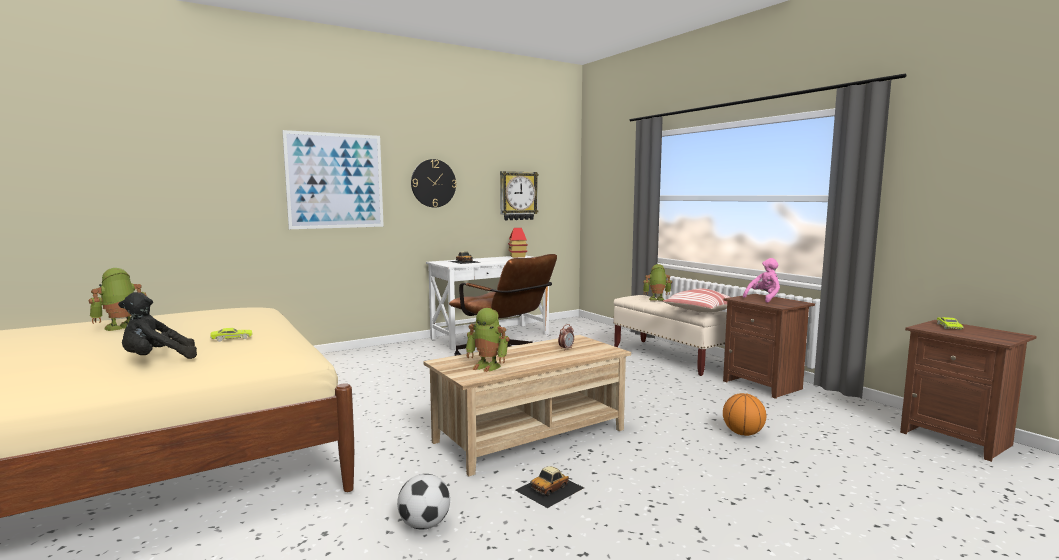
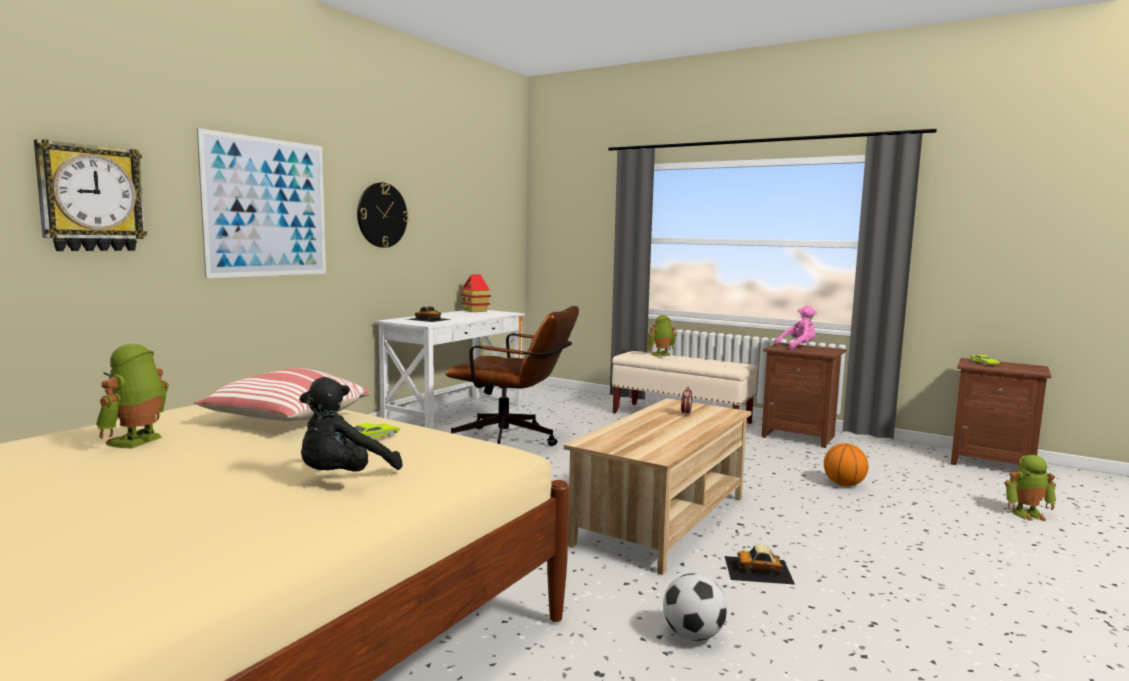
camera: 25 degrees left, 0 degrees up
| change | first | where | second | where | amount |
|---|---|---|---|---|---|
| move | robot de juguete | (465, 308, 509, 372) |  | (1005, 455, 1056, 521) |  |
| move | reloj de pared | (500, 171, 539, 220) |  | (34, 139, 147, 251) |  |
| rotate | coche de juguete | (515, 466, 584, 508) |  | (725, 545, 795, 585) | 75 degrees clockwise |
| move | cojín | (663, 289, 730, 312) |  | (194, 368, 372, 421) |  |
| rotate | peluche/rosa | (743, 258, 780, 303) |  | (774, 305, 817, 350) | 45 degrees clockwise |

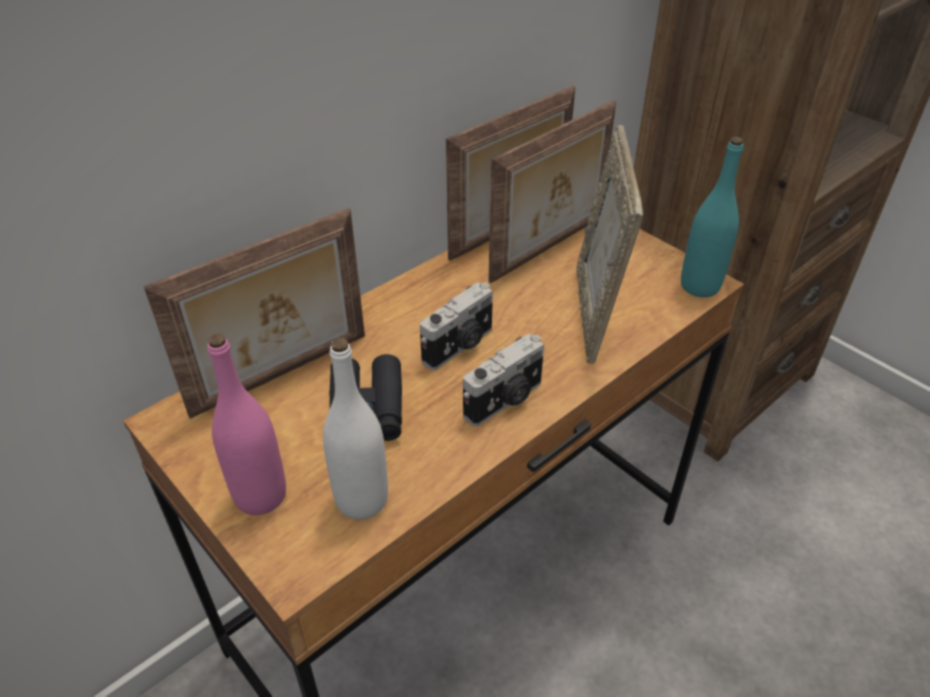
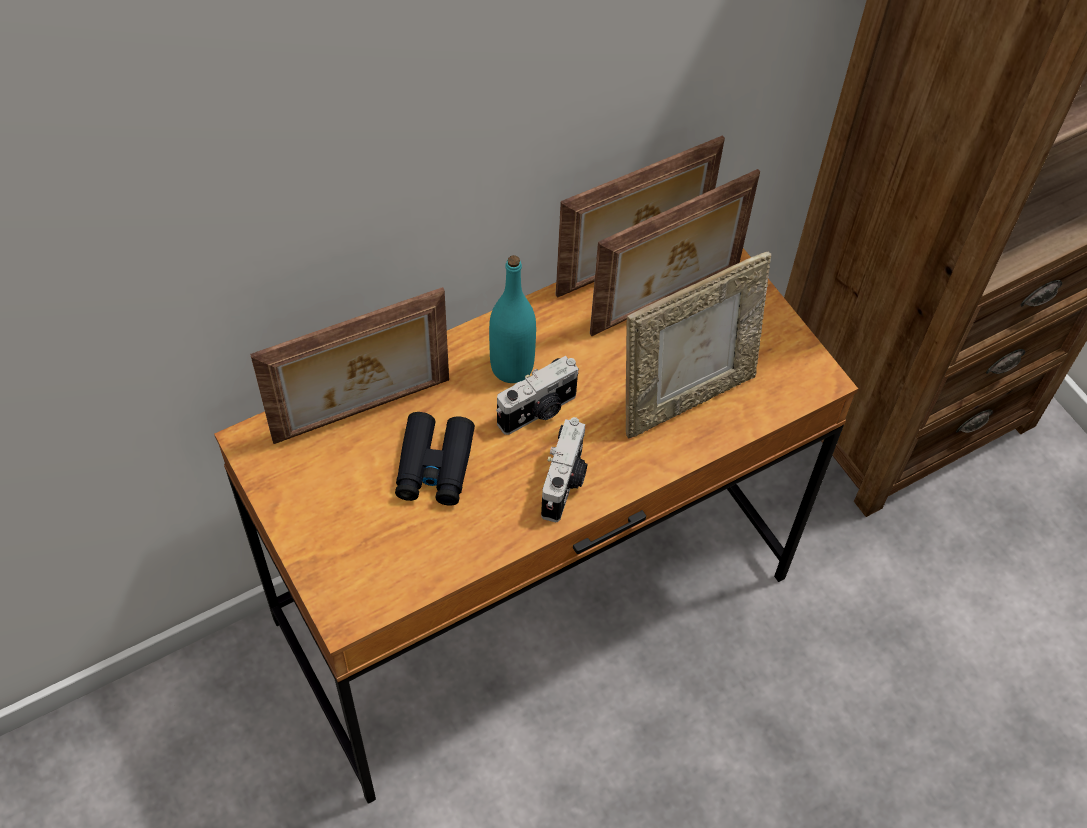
camera: 10 degrees right, 15 degrees up
| change | first | where | second | where | amount |
|---|---|---|---|---|---|
| delete | botella/rosa | (208, 333, 286, 515) |  |  |  |
| delete | botella/blanco | (323, 338, 388, 520) |  |  |  |
| rotate | cámara | (463, 334, 544, 427) |  | (541, 417, 587, 522) | 45 degrees counterclockwise |
| rotate | portarretratos | (576, 125, 643, 364) |  | (626, 252, 771, 439) | 135 degrees counterclockwise |
| move | botella/turquesa | (681, 137, 743, 297) |  | (489, 255, 536, 383) |  |

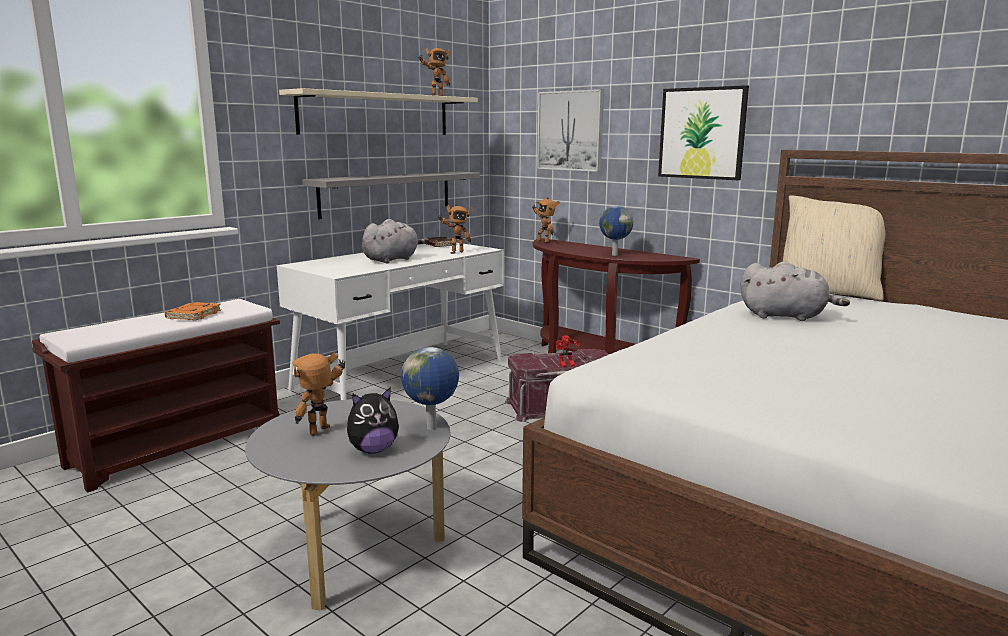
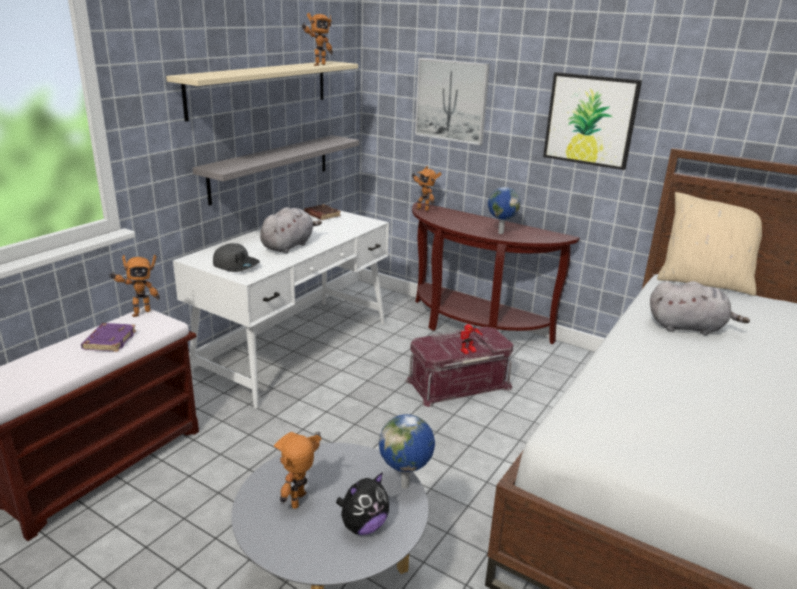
camera: 10 degrees left, 10 degrees up
| change | first | where | second | where | amount |
|---|---|---|---|---|---|
| recolor | libro/naranja | (165, 302, 221, 321) | libro/morado | (81, 323, 136, 352) |  |
| move | robot de juguete | (438, 205, 471, 254) |  | (108, 255, 160, 317) |  |
| insert |  |  | gorra/gris | (213, 243, 260, 272) |  |

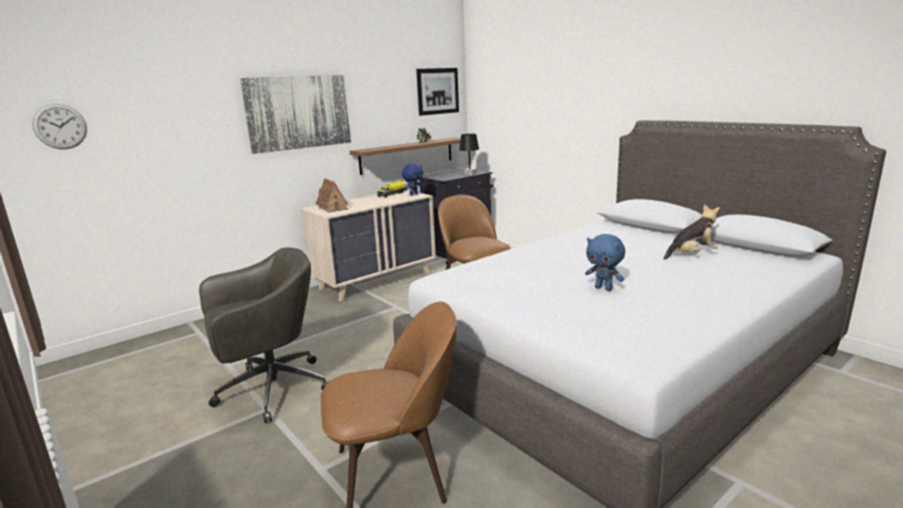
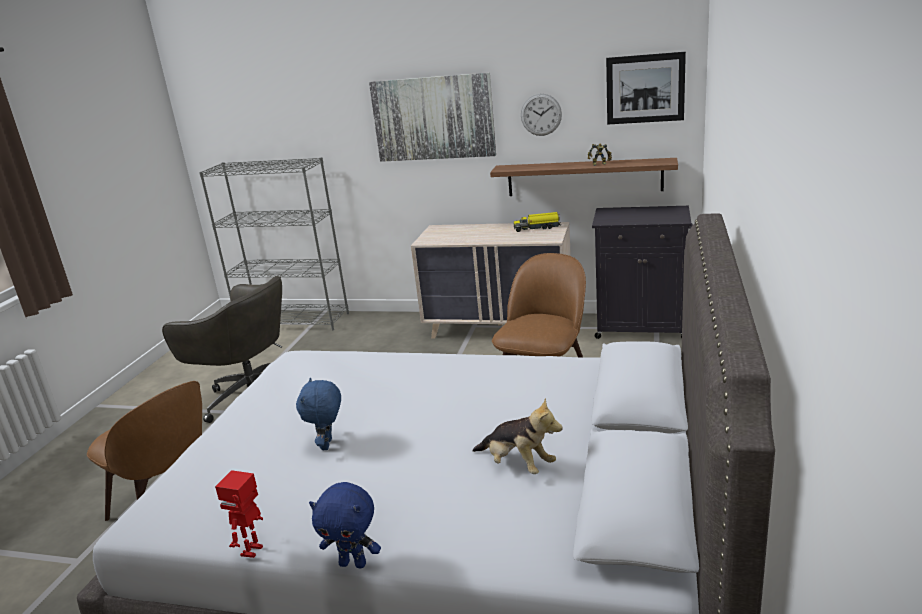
camera: 55 degrees right, 5 degrees up
| change | first | where | second | where | amount |
|---|---|---|---|---|---|
| move | reloj de pared | (32, 104, 87, 149) |  | (521, 94, 562, 136) |  |
| delete | casita | (316, 178, 349, 213) |  |  |  |
| move | peluche/azul | (402, 163, 423, 196) |  | (309, 482, 381, 568) |  |
| delete | lámpara de mesa/negro | (459, 134, 479, 175) |  |  |  |
| insert |  |  | estantería/gris | (199, 157, 349, 331) |  |
| insert |  |  | robot de juguete | (215, 470, 263, 558) |  |

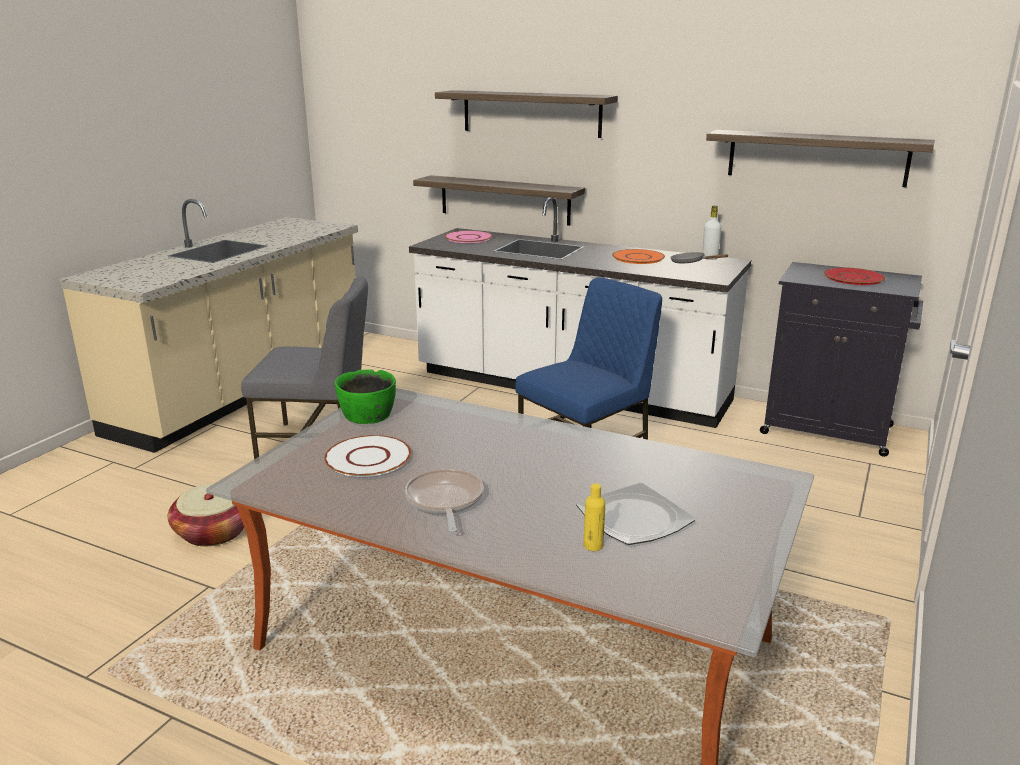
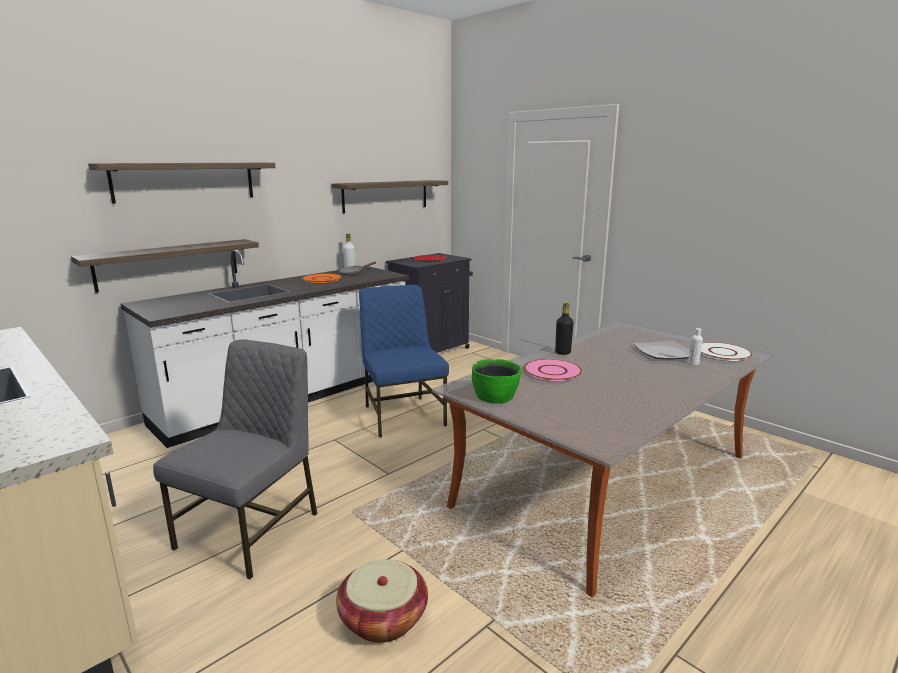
camera: 70 degrees left, 5 degrees down
| change | first | where | second | where | amount |
|---|---|---|---|---|---|
| move | plato/blanco | (324, 435, 411, 477) |  | (701, 342, 752, 361) |  |
| delete | sartén | (405, 469, 484, 533) |  |  |  |
| move | plato/rosa | (445, 231, 492, 243) |  | (524, 359, 582, 381) |  |
| recolor | botella/amarillo | (584, 483, 605, 551) | botella/blanco | (688, 328, 703, 366) |  |
| insert |  |  | botella/negro | (555, 302, 573, 355) |  |

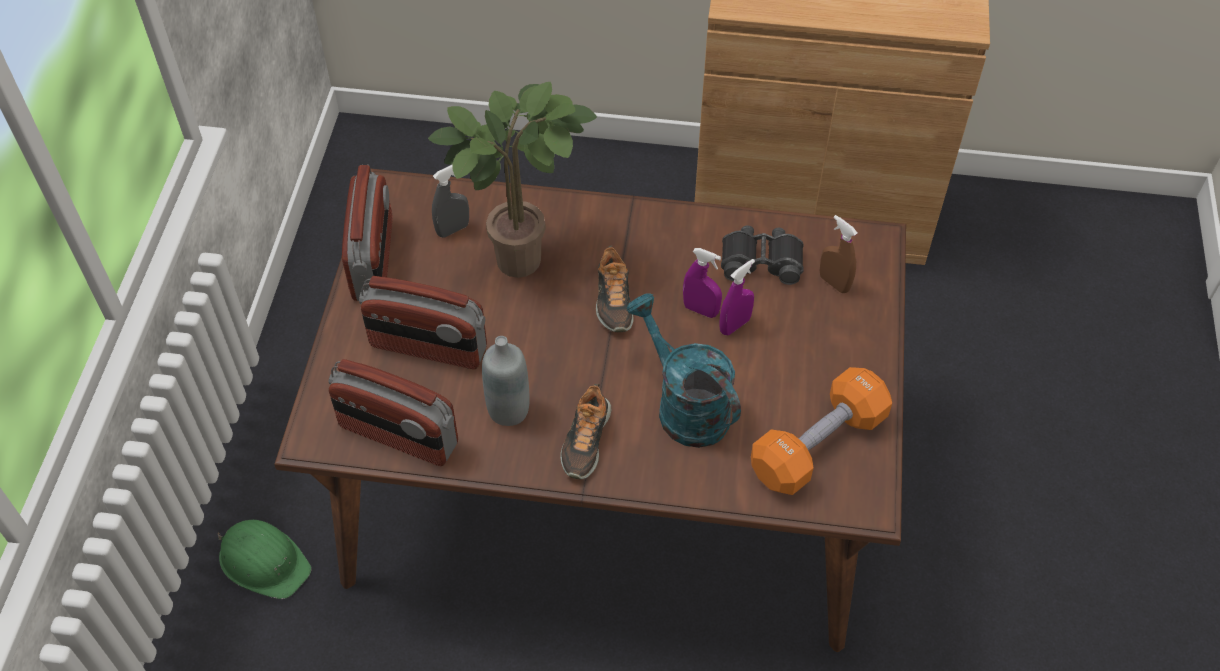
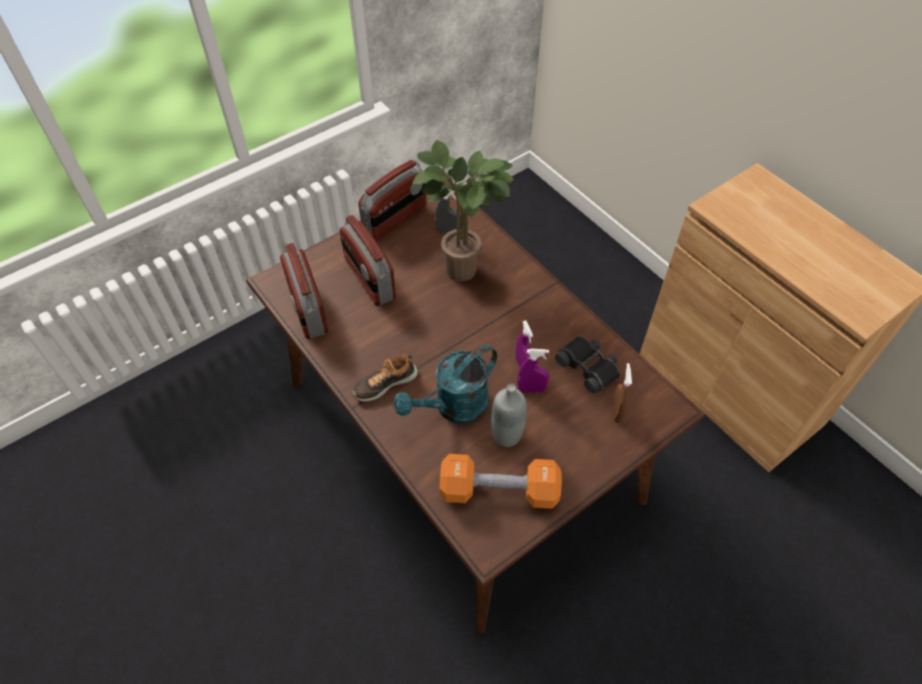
camera: 45 degrees right, 0 degrees up
| change | first | where | second | where | amount |
|---|---|---|---|---|---|
| delete | casco/verde | (218, 520, 312, 599) |  |  |  |
| move | botella/gris | (482, 336, 530, 426) |  | (491, 384, 527, 447) |  |
| delete | zapato | (596, 245, 634, 332) |  |  |  |
| rotate | regadera/turquesa | (626, 293, 741, 448) |  | (394, 345, 497, 424) | 135 degrees counterclockwise |

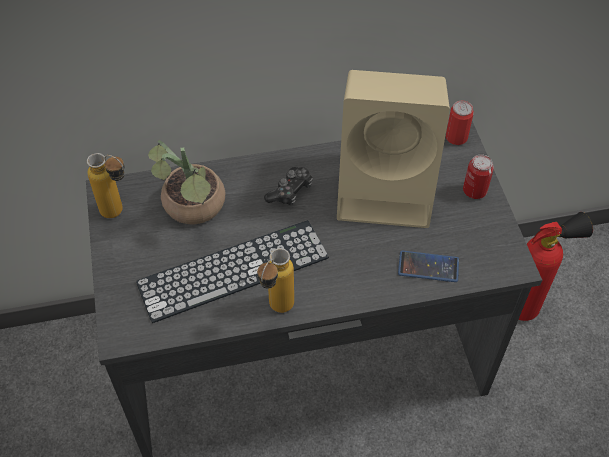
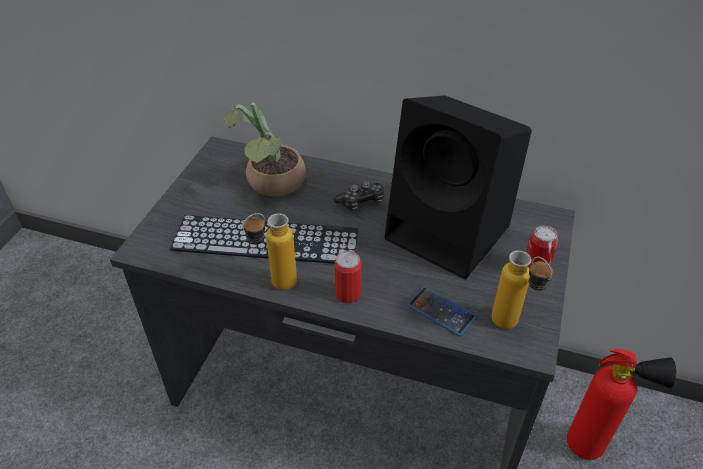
camera: 30 degrees right, 10 degrees down
| change | first | where | second | where | amount |
|---|---|---|---|---|---|
| move | botella | (87, 153, 125, 218) |  | (491, 250, 553, 329) |  |
| recolor | altavoz/beis | (337, 70, 450, 228) | altavoz/negro | (384, 95, 532, 279) |  |
| move | lata | (446, 101, 474, 145) |  | (334, 251, 362, 303) |  |

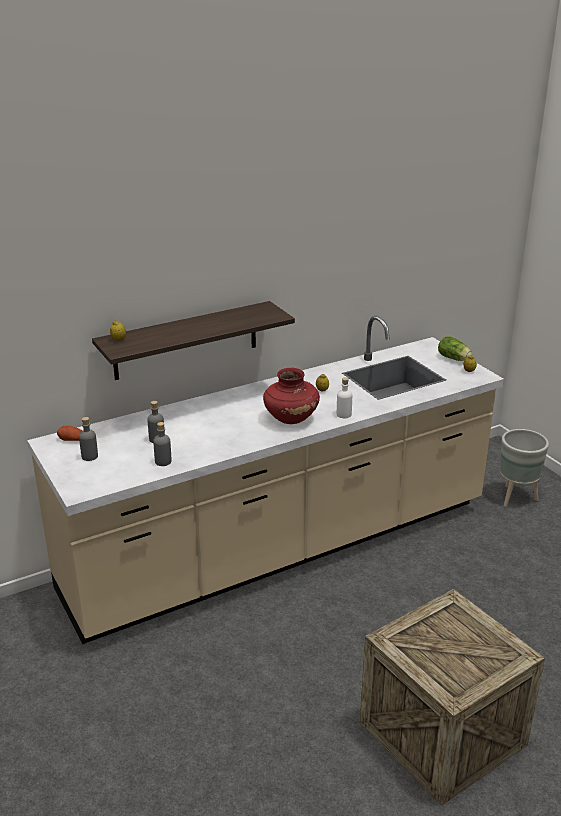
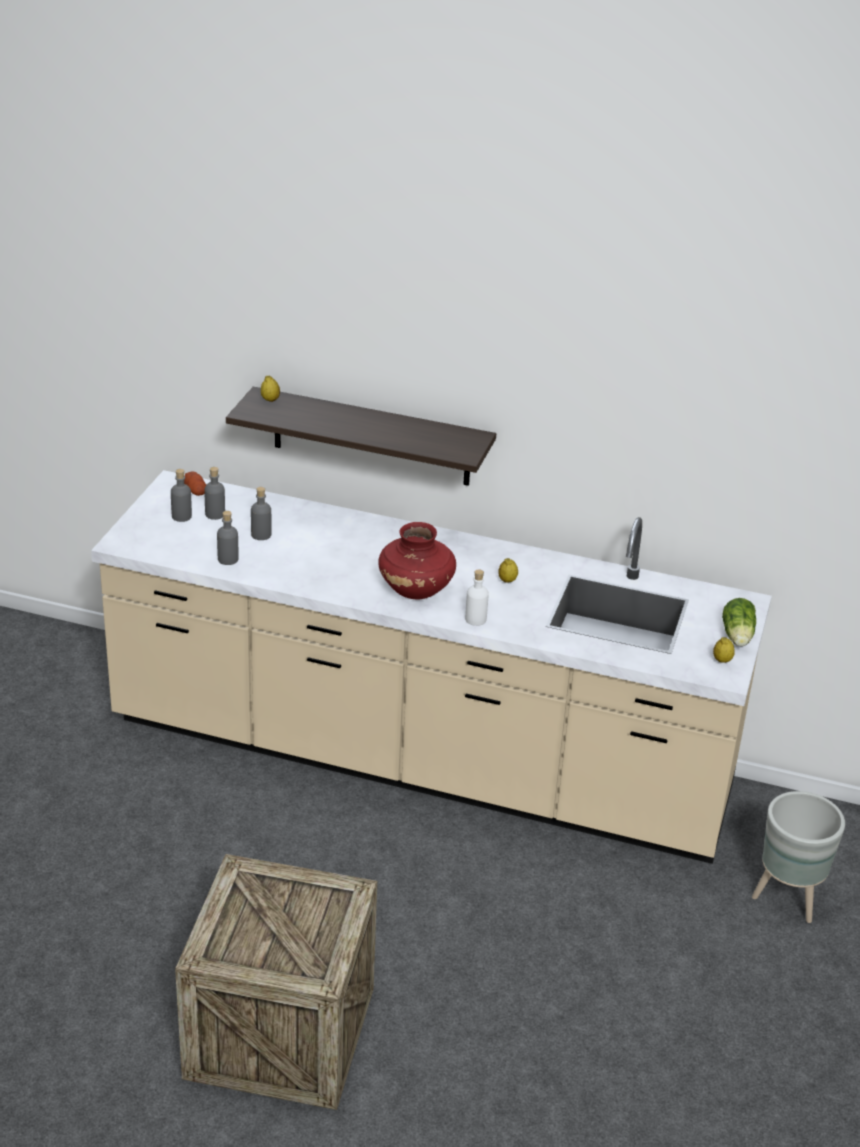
camera: 45 degrees right, 5 degrees up
| change | first | where | second | where | amount |
|---|---|---|---|---|---|
| insert |  |  | botella/gris | (204, 467, 225, 520) |  |

